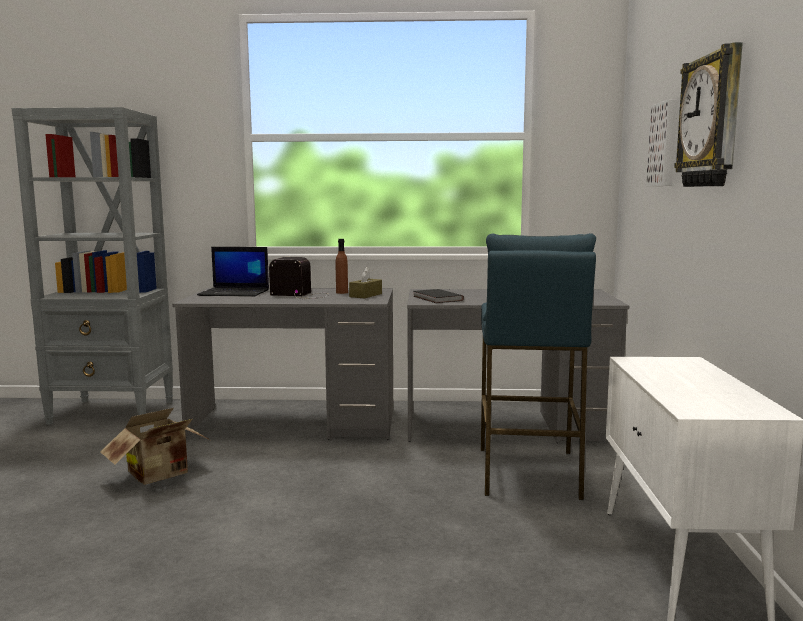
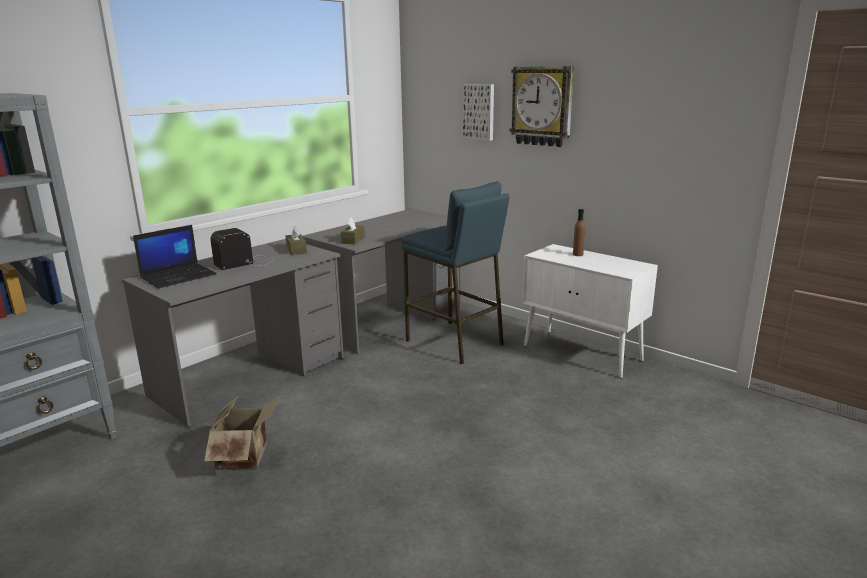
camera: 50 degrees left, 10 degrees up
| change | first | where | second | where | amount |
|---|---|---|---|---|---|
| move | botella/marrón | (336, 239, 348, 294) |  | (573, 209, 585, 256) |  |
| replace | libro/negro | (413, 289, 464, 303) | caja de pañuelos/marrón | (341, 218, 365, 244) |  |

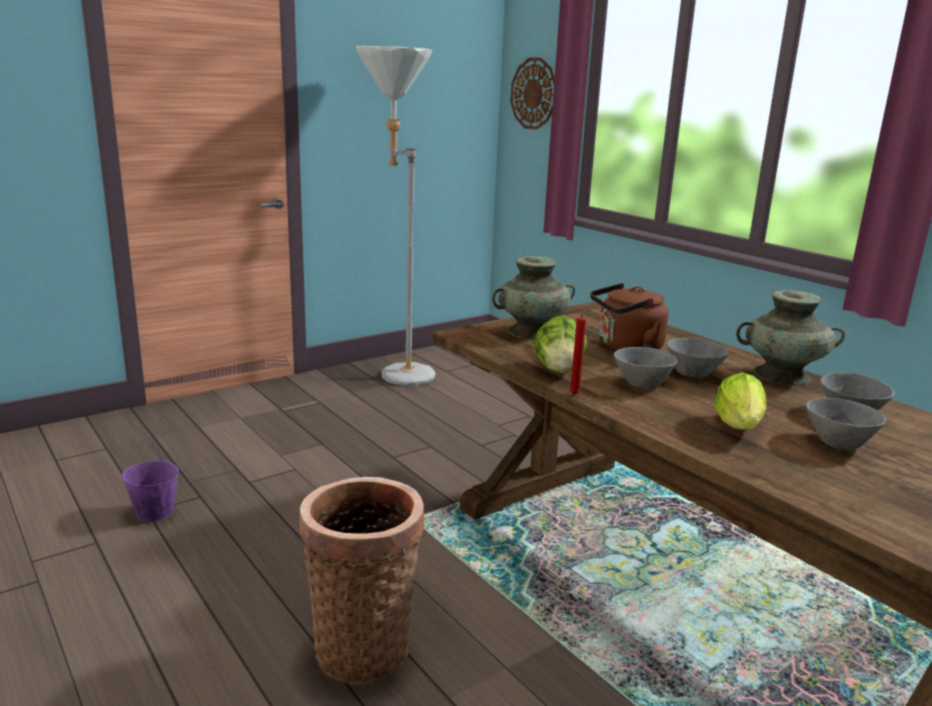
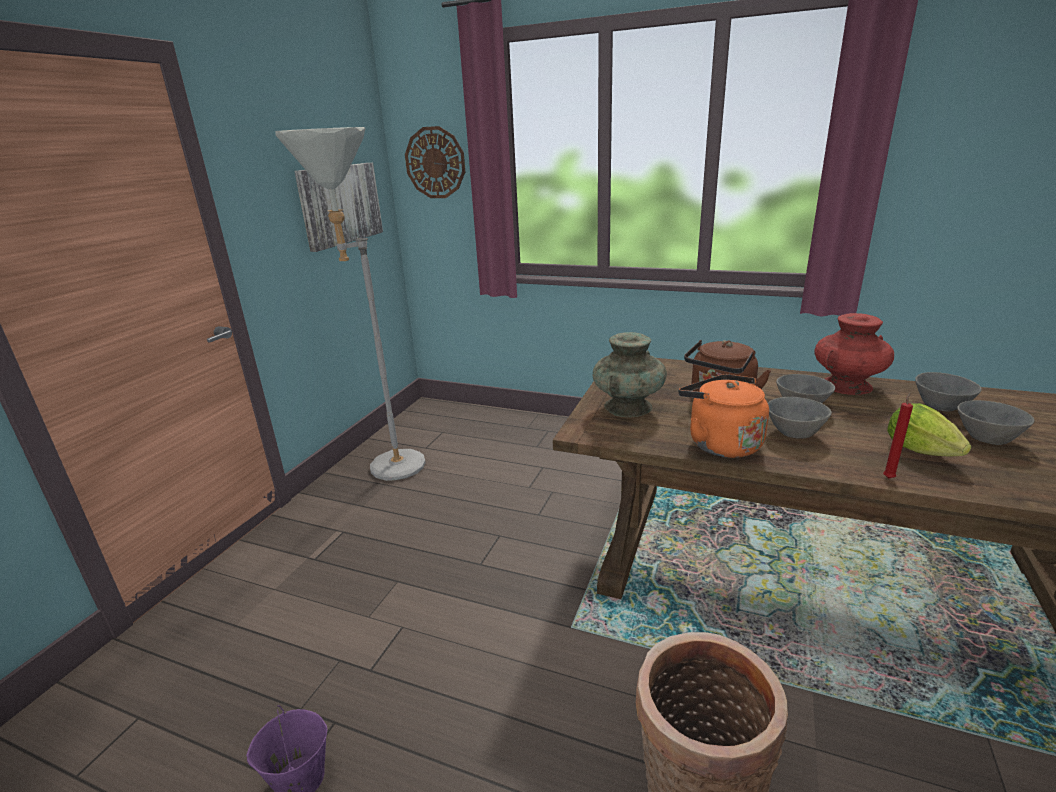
camera: 30 degrees left, 5 degrees up
| change | first | where | second | where | amount |
|---|---|---|---|---|---|
| replace | lechuga | (535, 315, 587, 373) | hervidor/naranja | (679, 374, 769, 458) |  |
| move | vela/rojo | (569, 309, 590, 395) |  | (883, 392, 913, 479) |  |
| recolor | florero/turquesa | (736, 290, 845, 385) | florero/rojo | (814, 313, 894, 395) |  |
| insert |  |  | cuadro | (294, 163, 383, 252) |  |

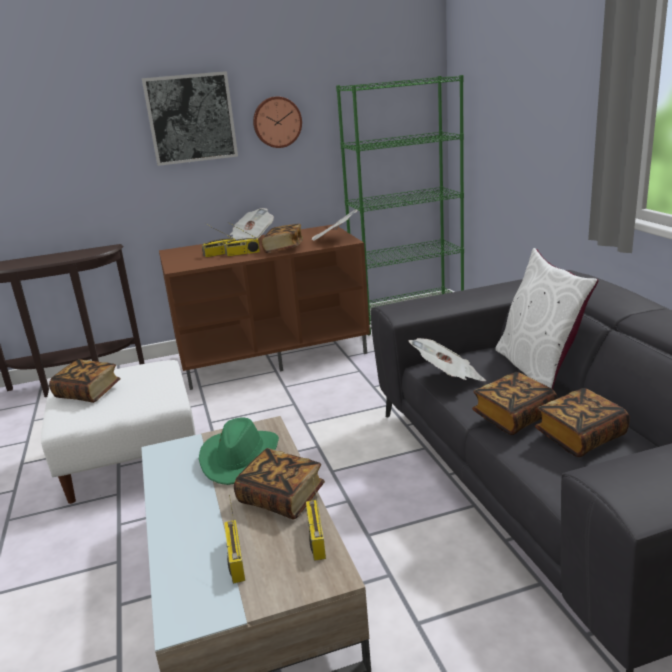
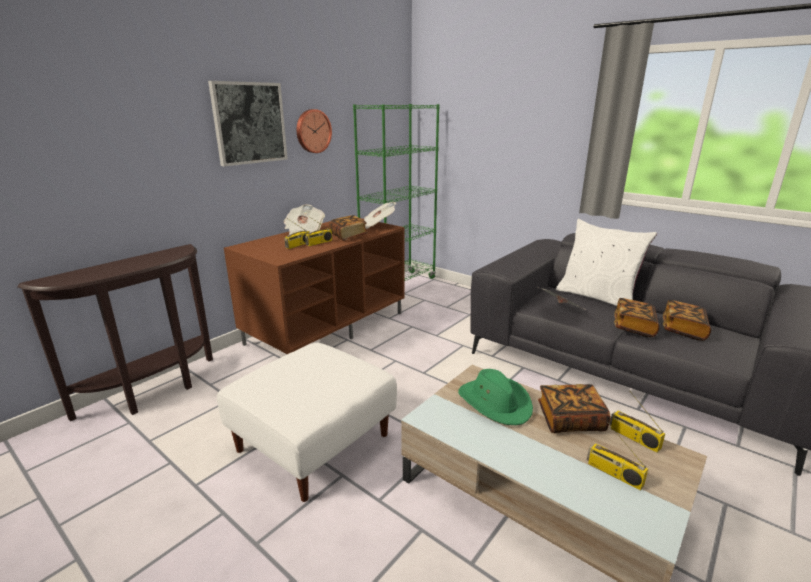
camera: 35 degrees left, 0 degrees up
| change | first | where | second | where | amount |
|---|---|---|---|---|---|
| delete | libro | (49, 359, 121, 403) |  |  |  |

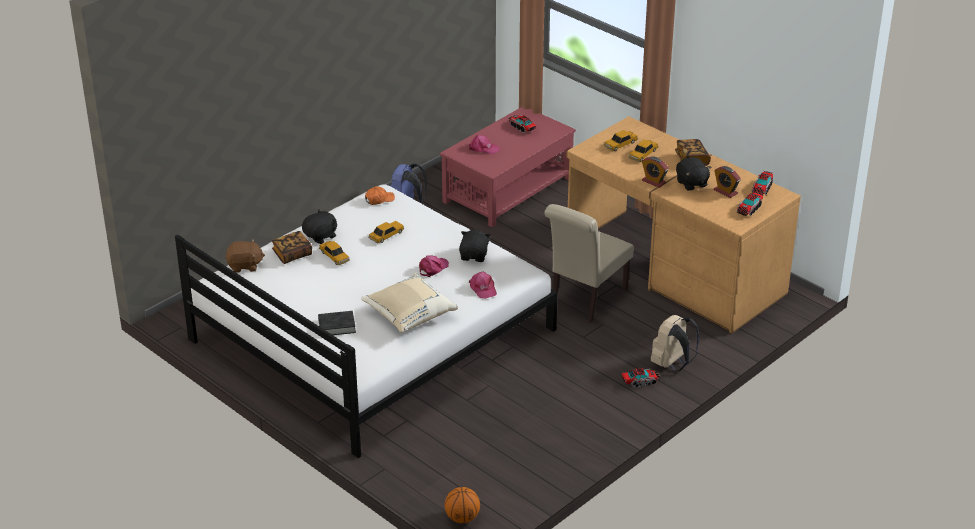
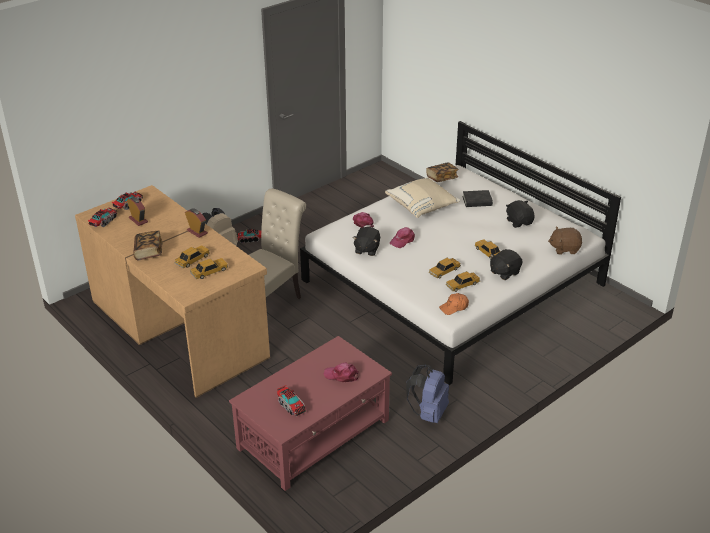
camera: 175 degrees left, 0 degrees up
| change | first | where | second | where | amount |
|---|---|---|---|---|---|
| move | libro | (271, 231, 312, 264) |  | (426, 162, 458, 182) |  |
| delete | balón de baloncesto | (445, 487, 480, 523) |  |  |  |
| move | peluche/negro | (676, 157, 712, 191) |  | (506, 200, 534, 228) |  |
| insert |  |  | coche de juguete | (446, 271, 480, 292) |  |

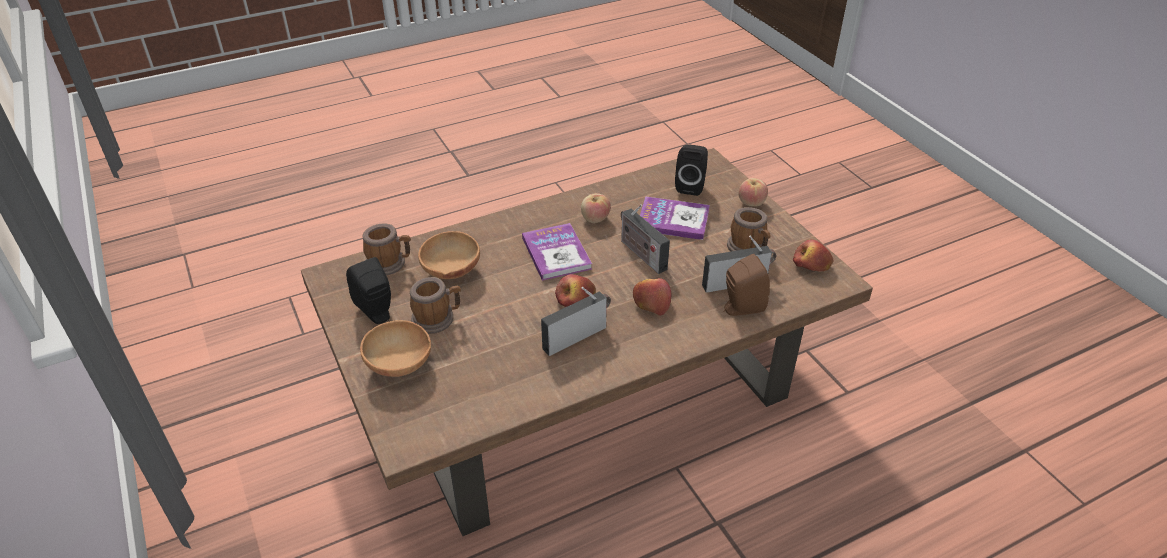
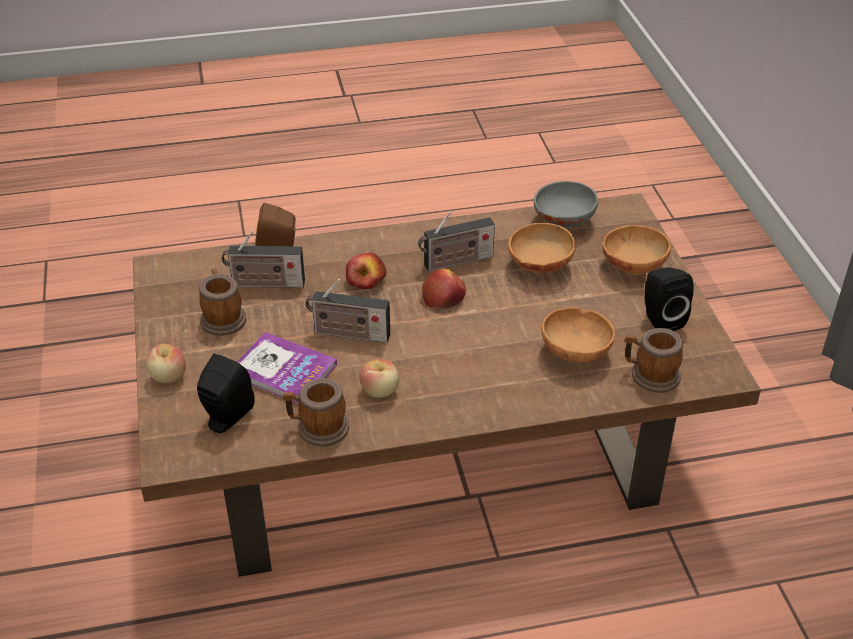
camera: 165 degrees left, 0 degrees up
| change | first | where | second | where | amount |
|---|---|---|---|---|---|
| move | taza grande | (410, 277, 461, 334) |  | (283, 378, 349, 447) |  |
| delete | libro | (522, 223, 592, 281) |  |  |  |
| rotate | radio | (621, 204, 670, 274) |  | (305, 279, 390, 343) | 120 degrees clockwise |
| delete | manzana | (793, 239, 834, 272) |  |  |  |
| insert |  |  | cuenco/marrón | (508, 223, 576, 273) |  |
| insert |  |  | cuenco/gris | (534, 181, 598, 228) |  |

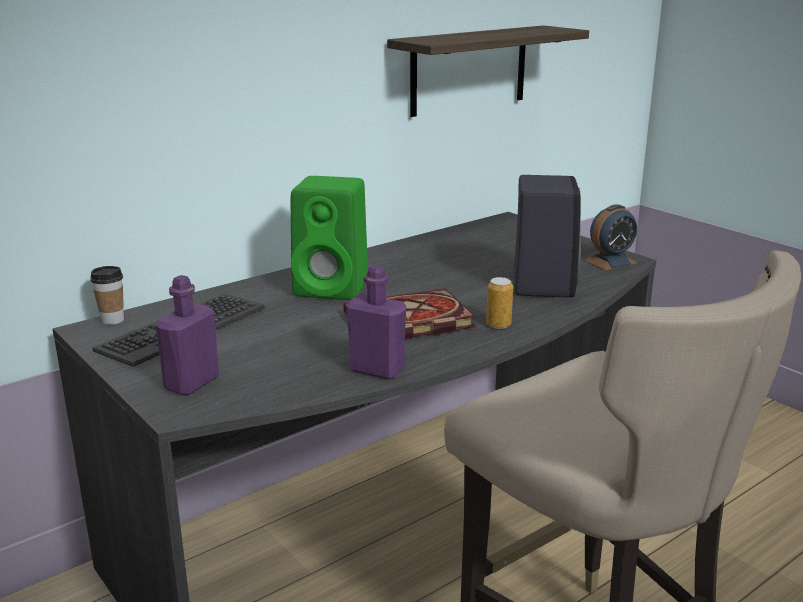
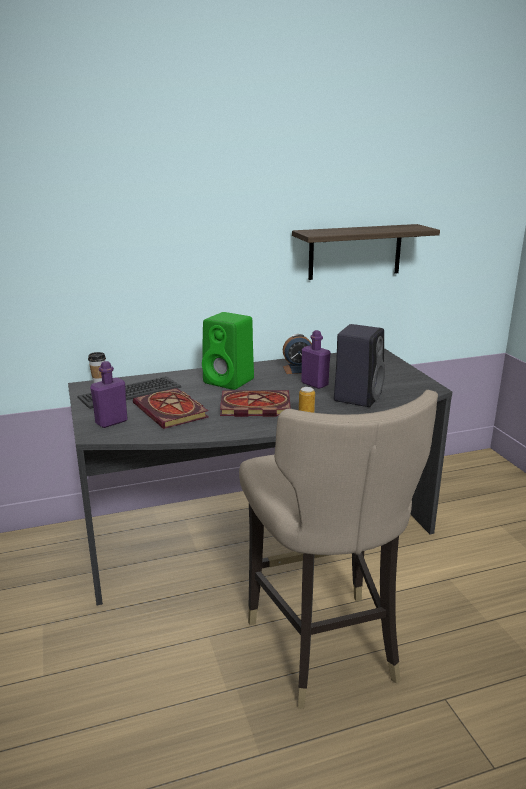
camera: 20 degrees right, 0 degrees up
| change | first | where | second | where | amount |
|---|---|---|---|---|---|
| move | botella/morado | (347, 265, 406, 380) |  | (301, 330, 331, 389) |  |
| move | despertador | (584, 204, 637, 271) |  | (283, 334, 312, 374) |  |
| insert |  |  | libro | (133, 388, 209, 429) |  |

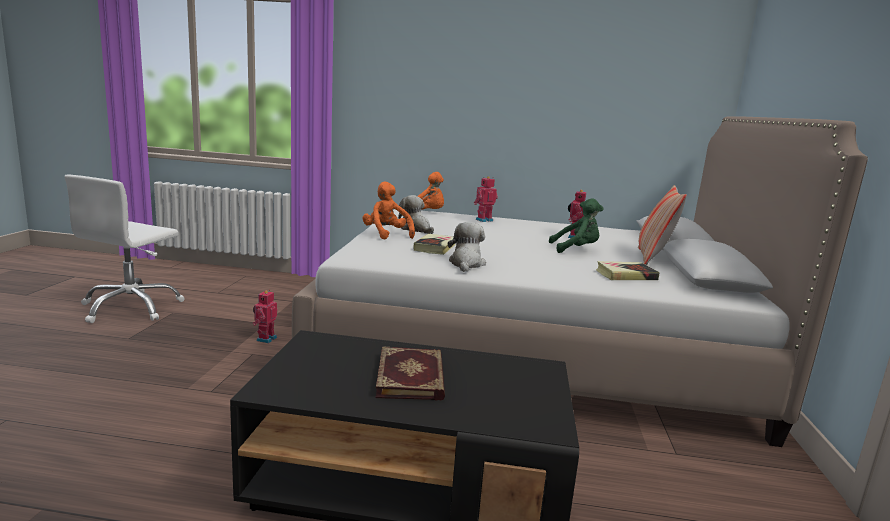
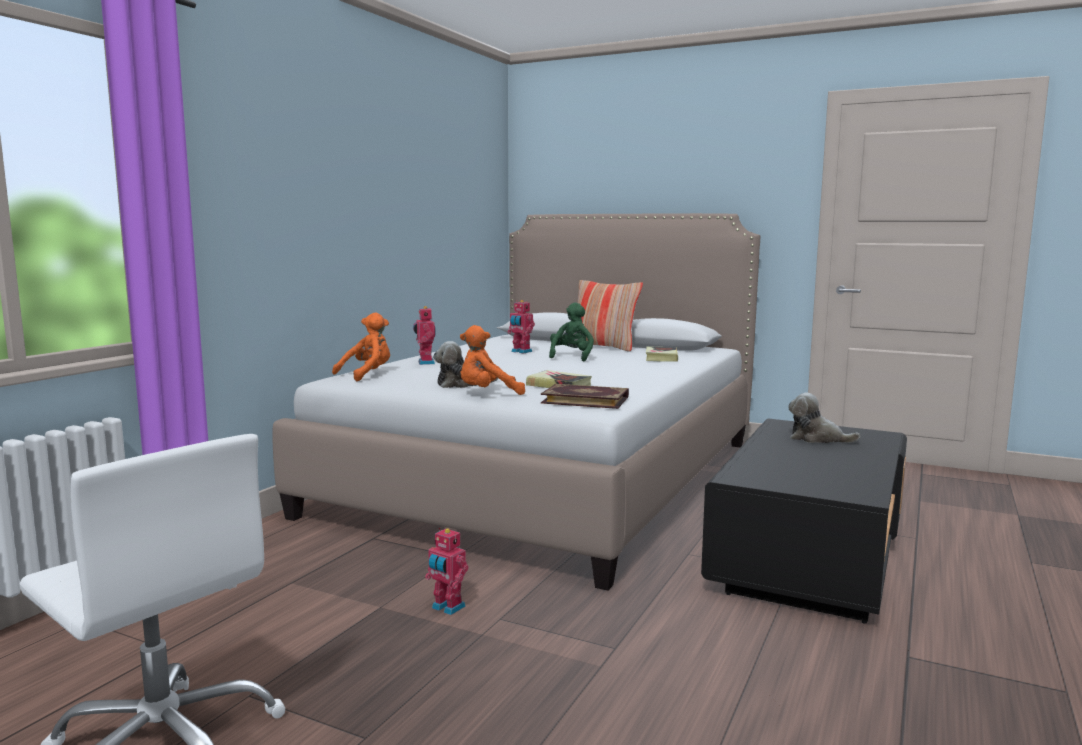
camera: 70 degrees left, 5 degrees down
| change | first | where | second | where | amount |
|---|---|---|---|---|---|
| move | libro | (375, 346, 445, 401) |  | (541, 384, 629, 409) |  |
| move | peluche | (448, 222, 486, 272) |  | (788, 393, 860, 443) |  |

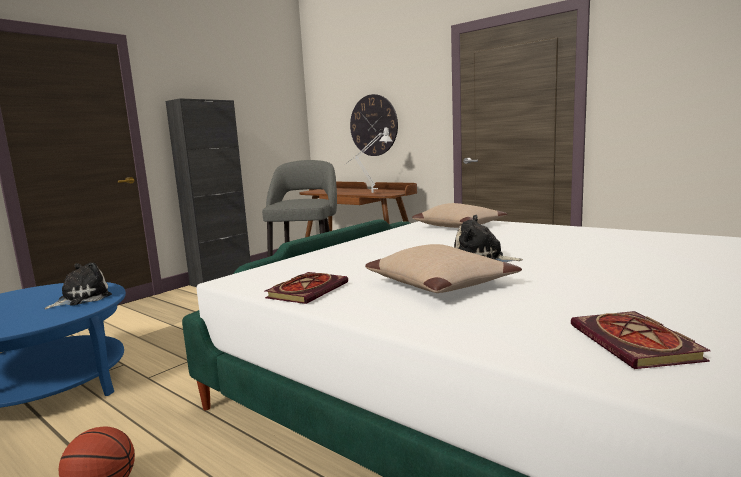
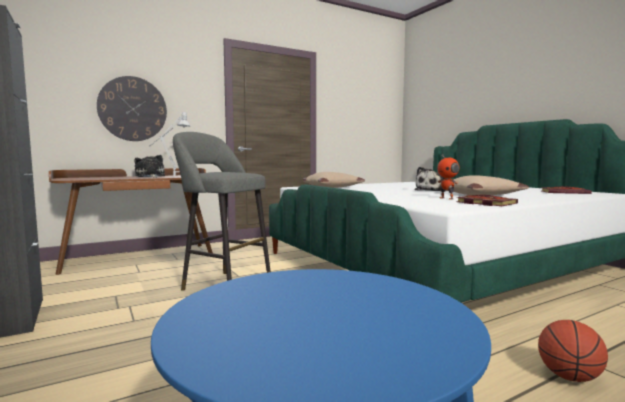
camera: 70 degrees left, 5 degrees down
| change | first | where | second | where | amount |
|---|---|---|---|---|---|
| move | peluche | (45, 262, 112, 309) |  | (134, 155, 165, 177) |  |
| insert |  |  | robot de juguete | (437, 155, 459, 200) |  |

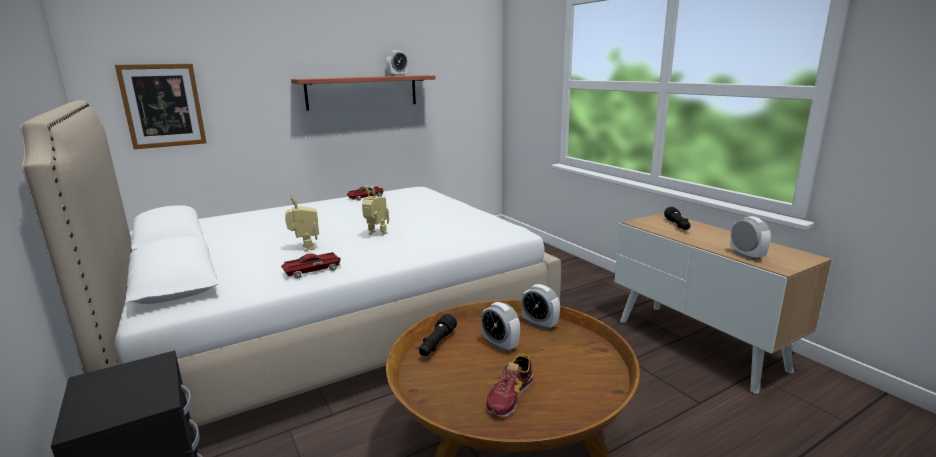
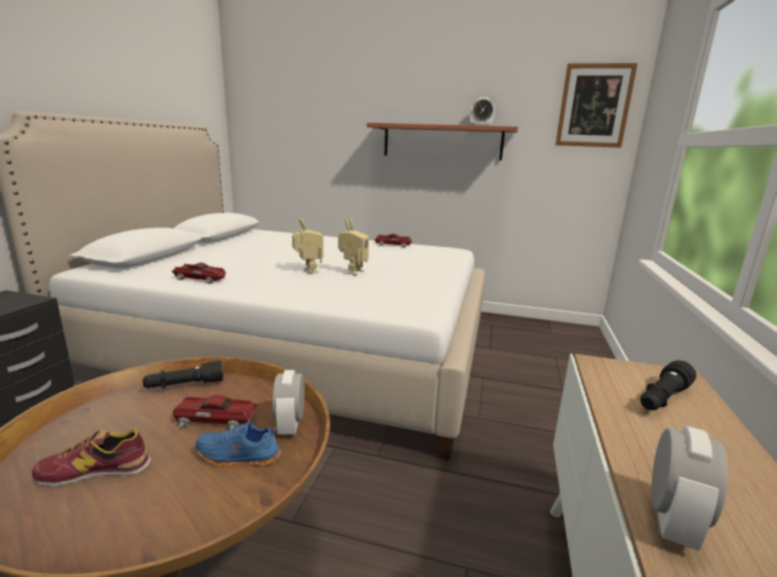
camera: 45 degrees right, 0 degrees up
| change | first | where | second | where | amount |
|---|---|---|---|---|---|
| move | cuadro | (115, 64, 207, 149) |  | (556, 63, 638, 148) |  |
| move | robot de juguete | (285, 195, 319, 251) |  | (338, 218, 369, 275) |  |
| replace | despertador | (481, 302, 520, 352) | coche de juguete | (173, 395, 258, 429) |  |
| insert |  |  | zapato/azul | (196, 421, 281, 466) |  |

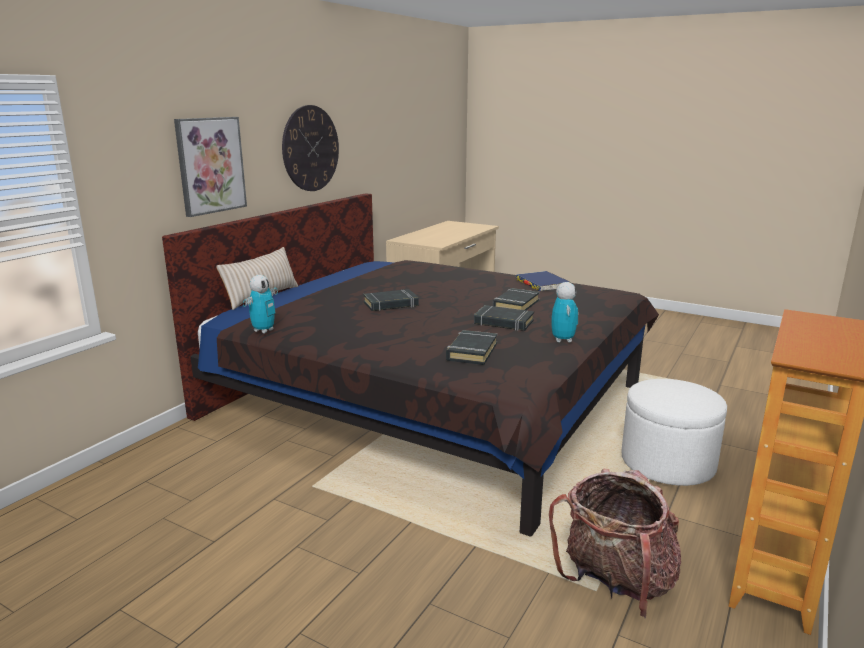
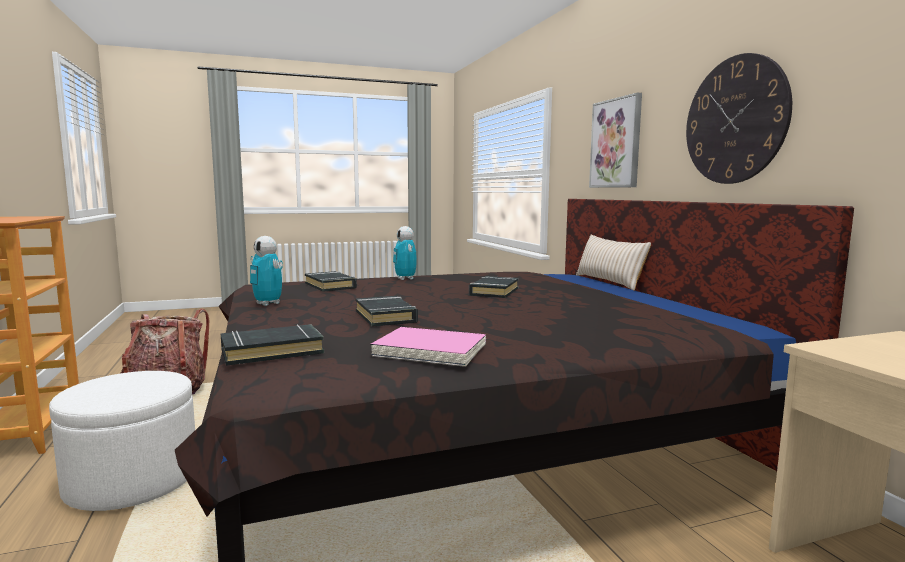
camera: 130 degrees right, 10 degrees down
| change | first | where | second | where | amount |
|---|---|---|---|---|---|
| move | robot de juguete | (243, 275, 278, 333) |  | (393, 226, 417, 280) |  |
| move | libro/negro | (474, 305, 534, 331) |  | (221, 324, 324, 366) |  |
| recolor | libro/azul | (516, 271, 571, 291) | libro/rosa | (370, 327, 486, 367) |  |

